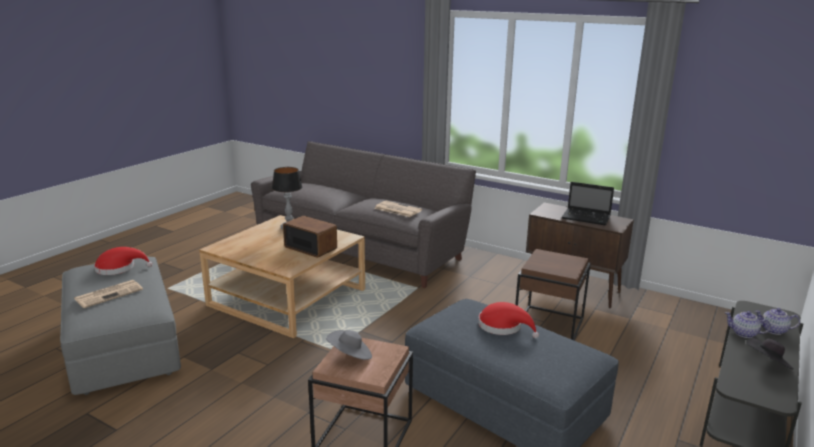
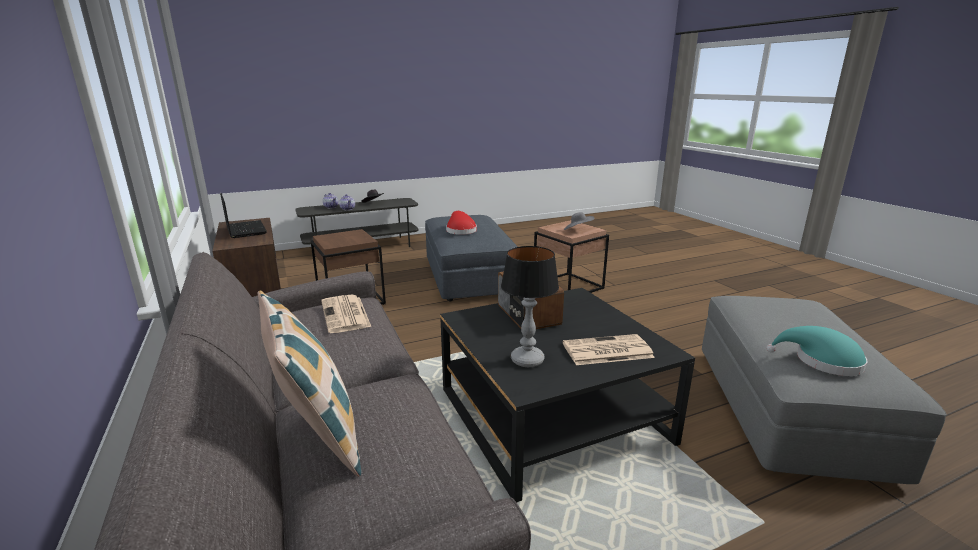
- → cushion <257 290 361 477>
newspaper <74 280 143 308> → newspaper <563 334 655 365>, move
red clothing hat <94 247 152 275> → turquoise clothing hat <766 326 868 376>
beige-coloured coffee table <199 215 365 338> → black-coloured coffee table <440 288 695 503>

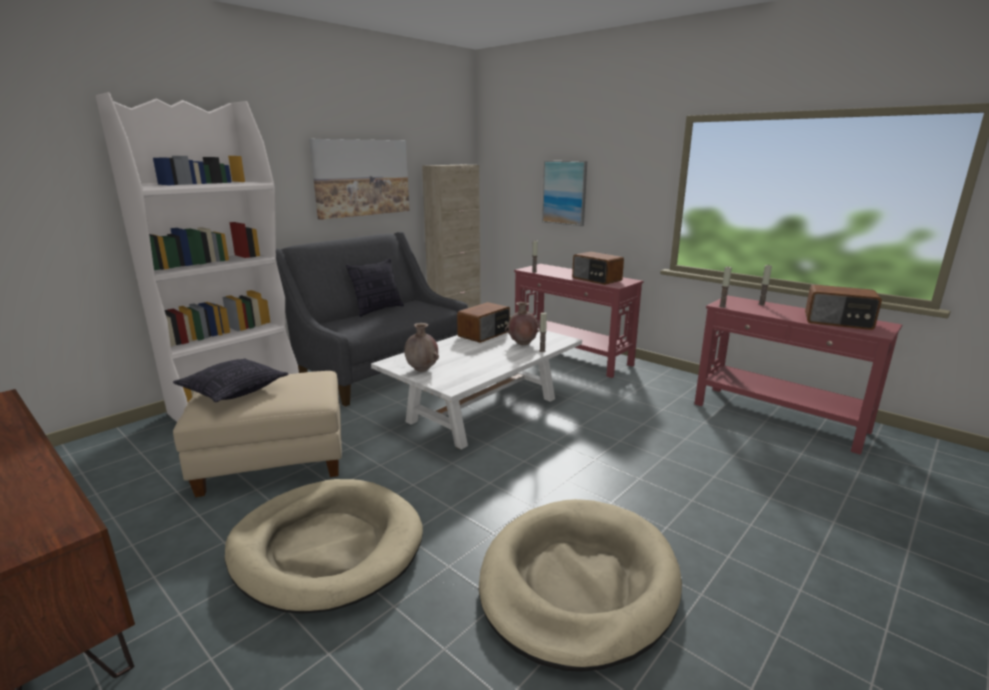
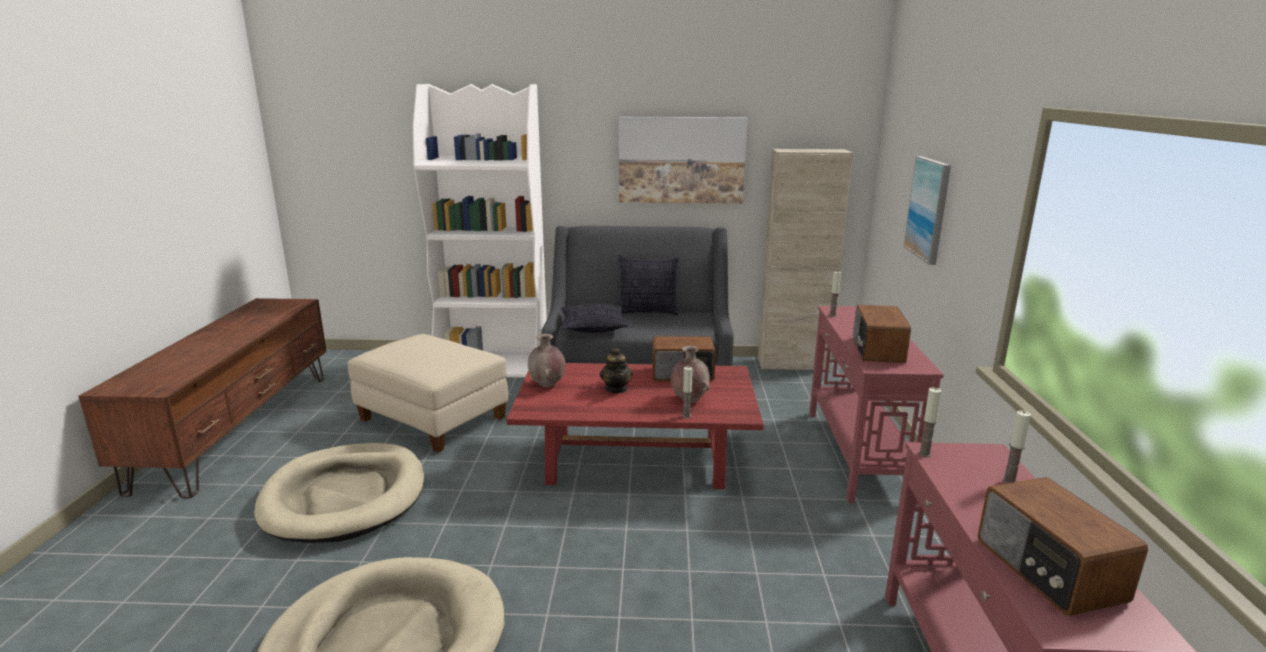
- → pot for tea <600 348 633 393>
cushion <173 358 288 402> → cushion <561 303 629 333>, move
whitish coffee table <371 328 582 450> → red coffee table <506 363 764 489>

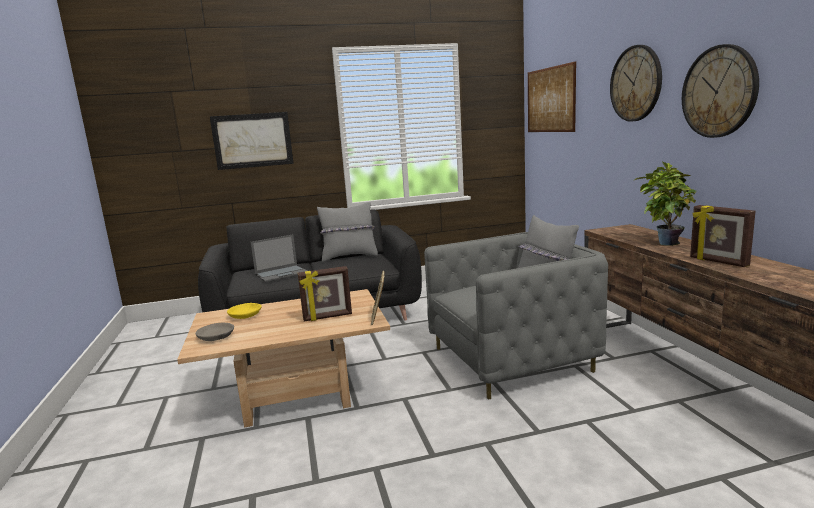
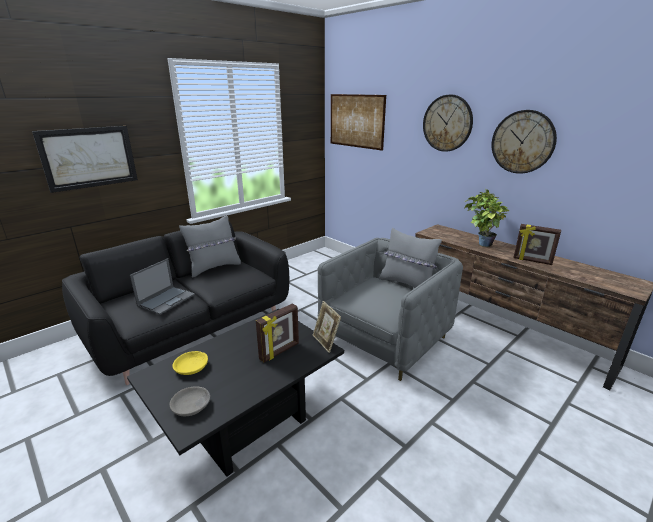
beige-coloured coffee table <177 289 390 428> → black-coloured coffee table <127 309 344 477>

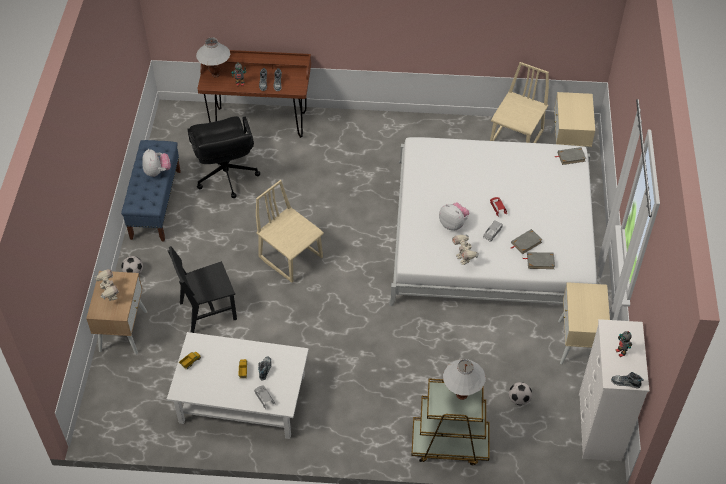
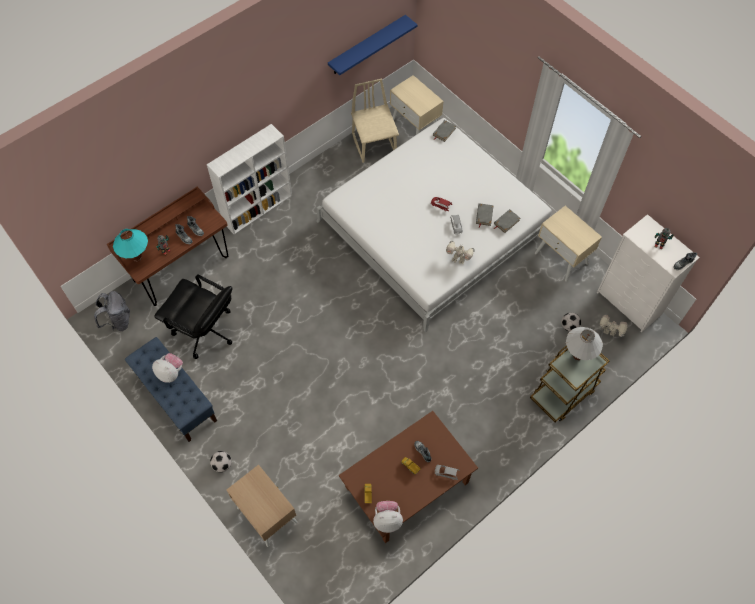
black-coloured plain chair <167 246 237 333> → -
beige-coloured plain chair <256 180 324 283> → -
- → grey rucksack <94 291 130 331>
- → whitish bookcase <207 124 292 234>
- → blue bracket shelf <328 15 418 75>
model robot <94 269 119 301> → model robot <599 315 628 337>, move
soft toy <439 202 469 230> → soft toy <373 501 403 533>, move
whitish coffee table <167 332 309 439> → brown coffee table <339 411 478 543>
whitish table lamp <196 37 230 77> → turquoise table lamp <113 229 148 262>

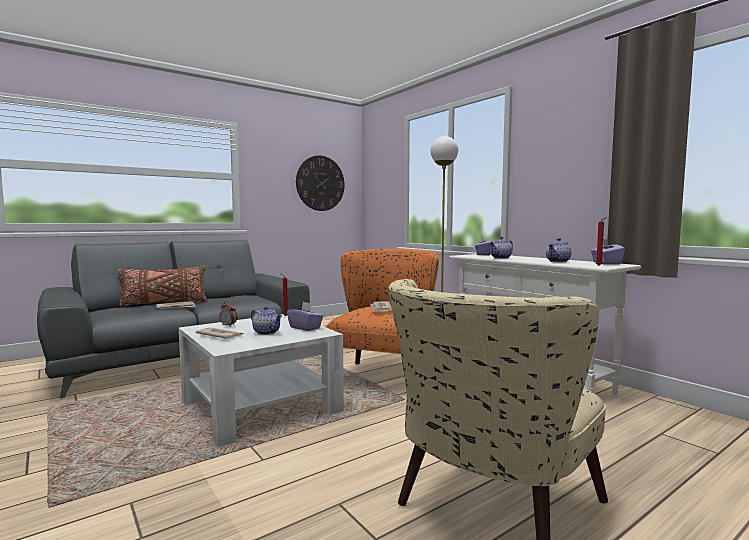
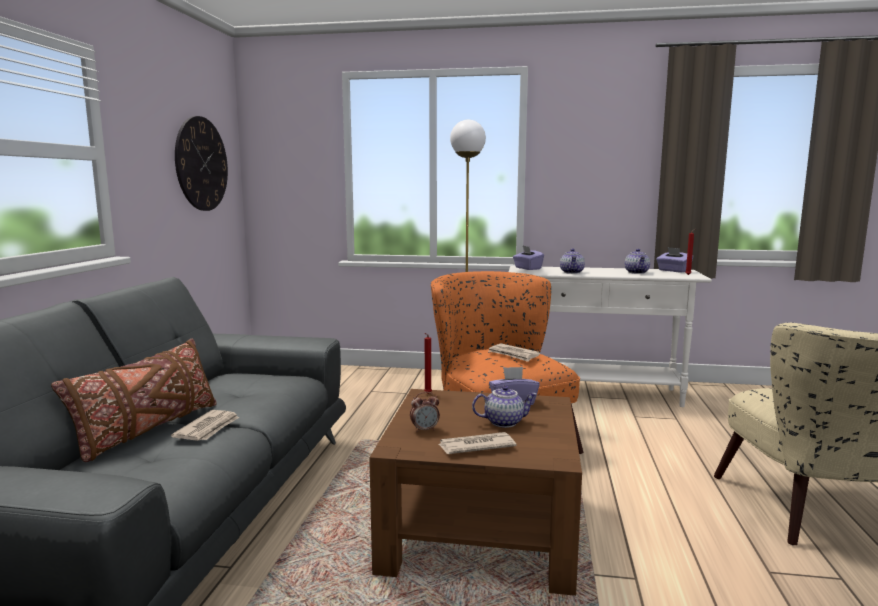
whitish coffee table <179 314 344 447> → brown coffee table <369 389 582 596>

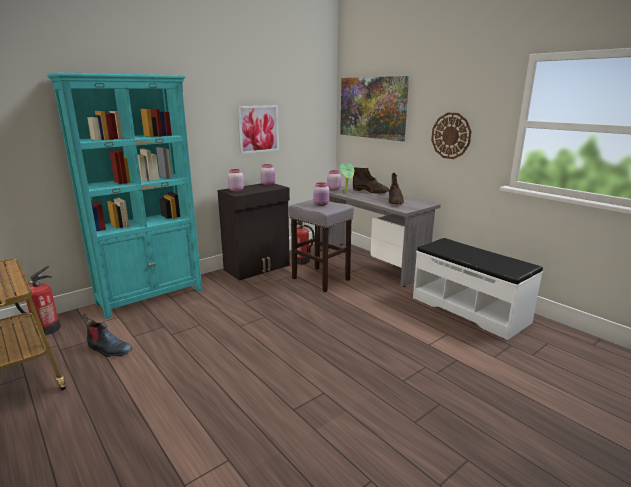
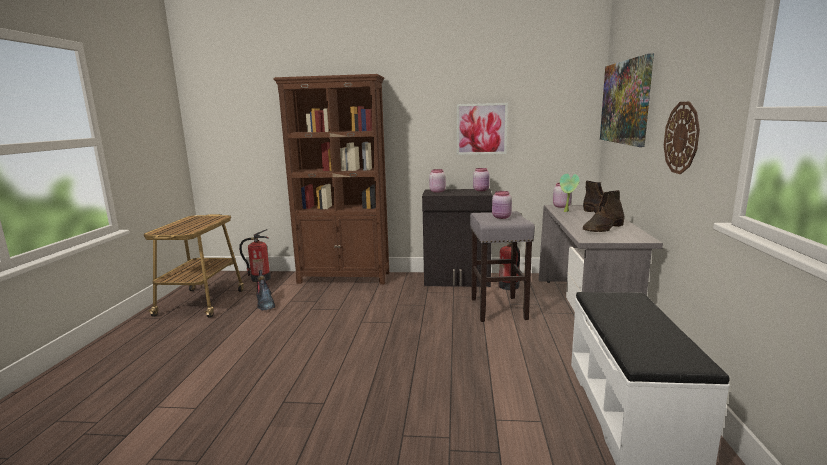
turquoise bookcase <47 72 203 319> → brown bookcase <273 74 389 285>

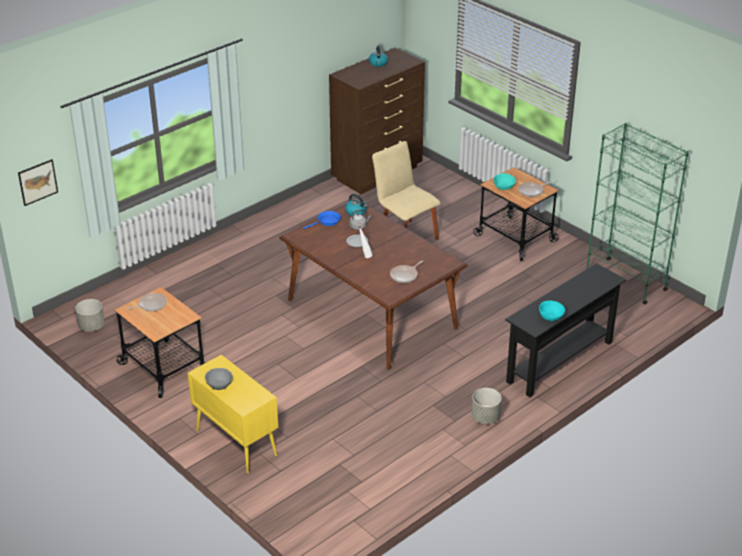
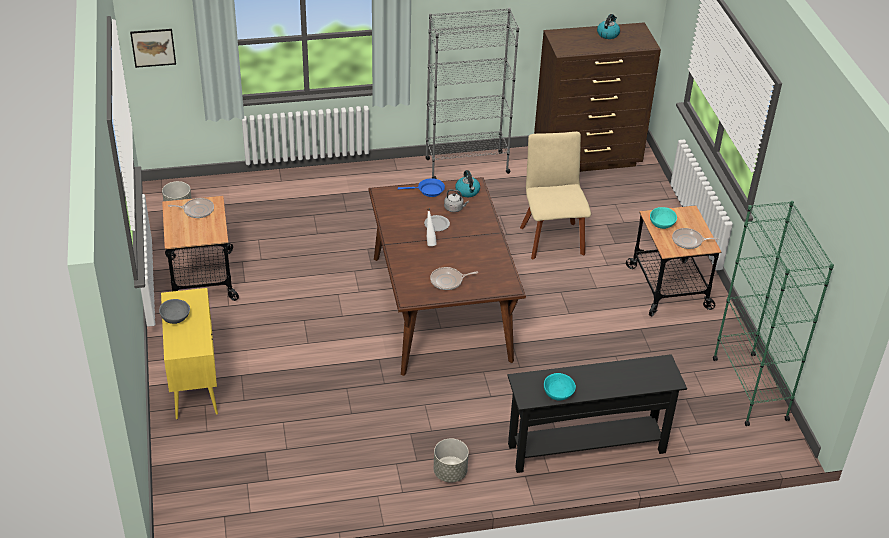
- → grey bookcase <425 8 519 179>

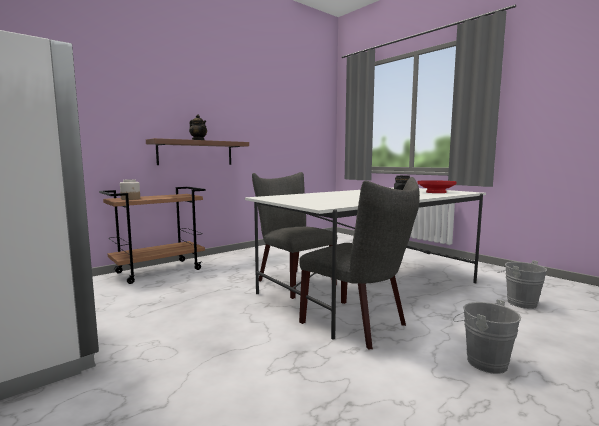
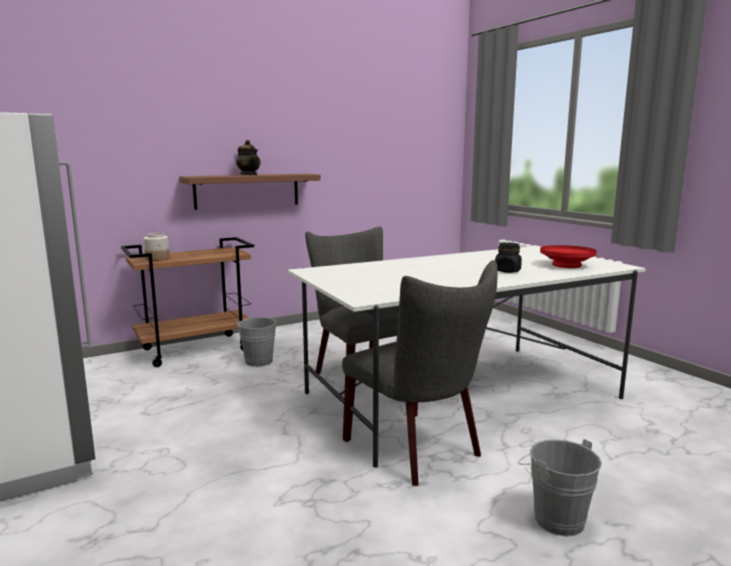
grey water bucket <497 260 547 309> → grey water bucket <236 317 278 367>, move

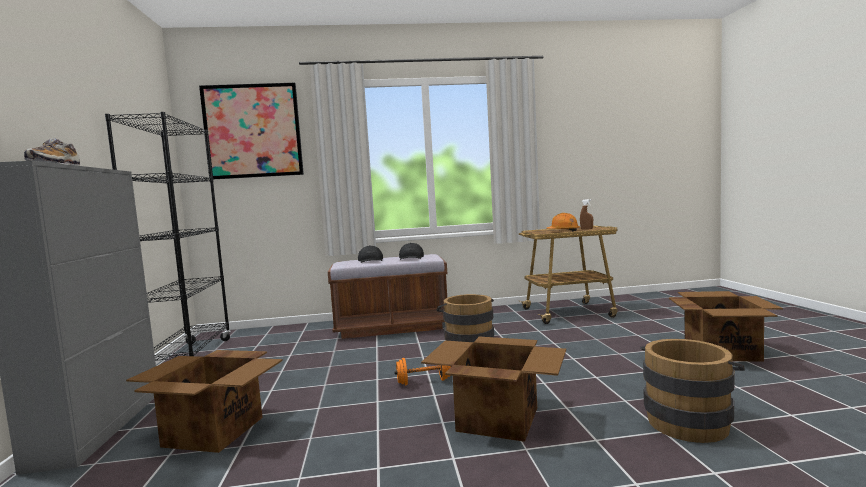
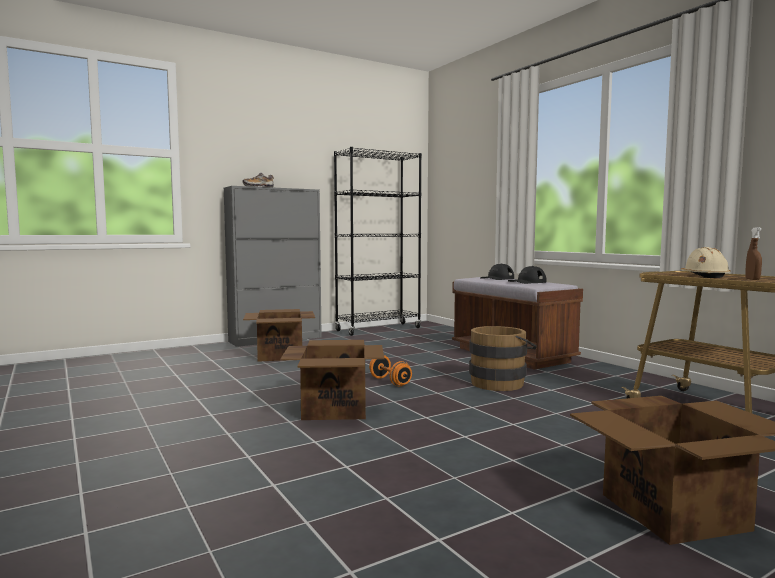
wall art <199 83 304 179> → -
brown water bucket <640 339 745 443> → -
orange hard hat <546 213 580 232> → beige-coloured hard hat <680 247 731 278>

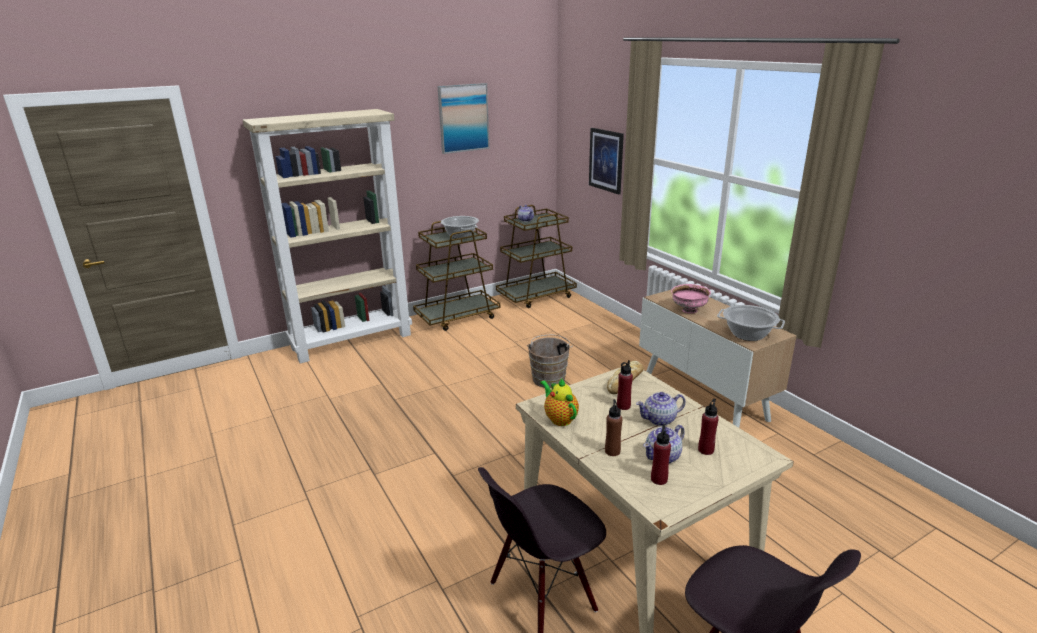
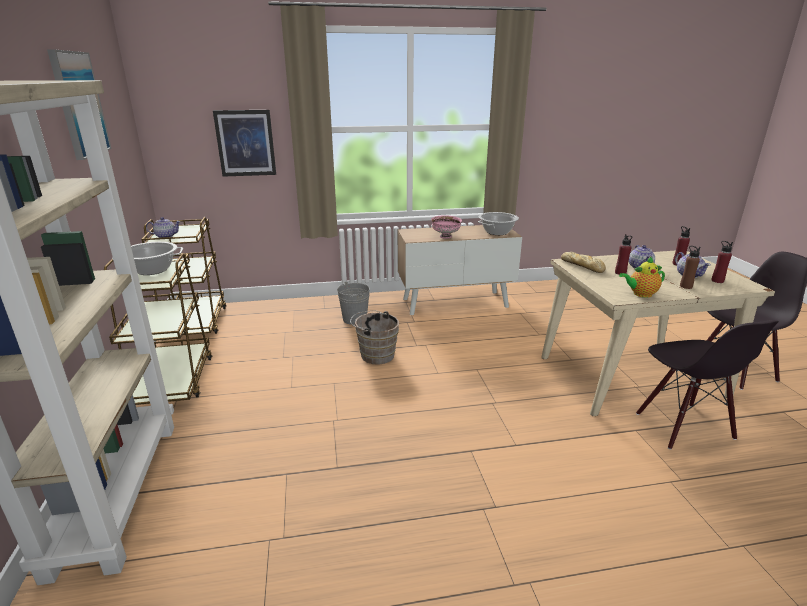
- → grey water bucket <337 281 370 325>

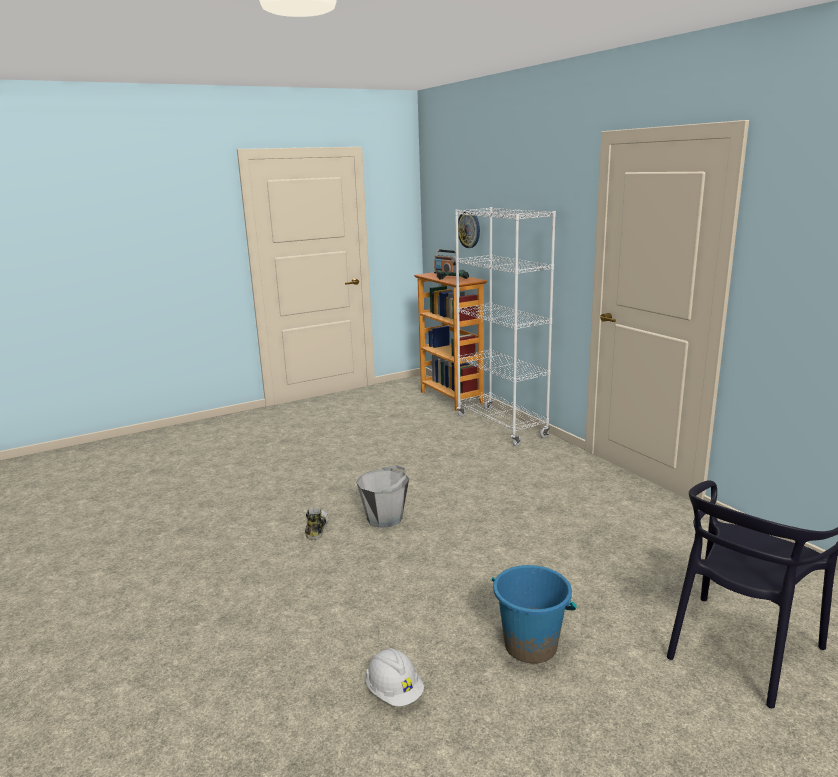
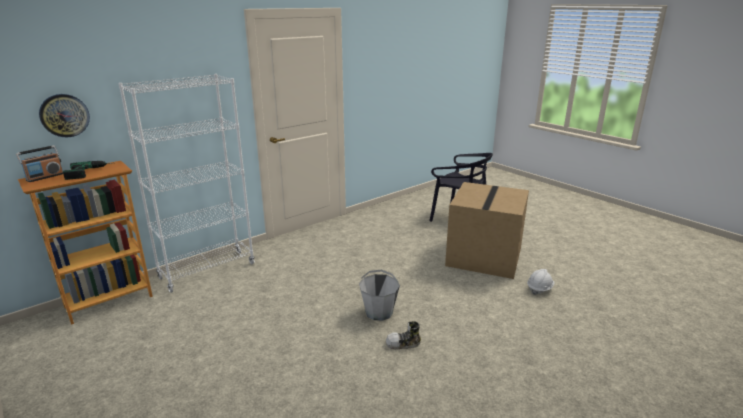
blue water bucket <491 565 577 664> → carton <445 182 529 279>

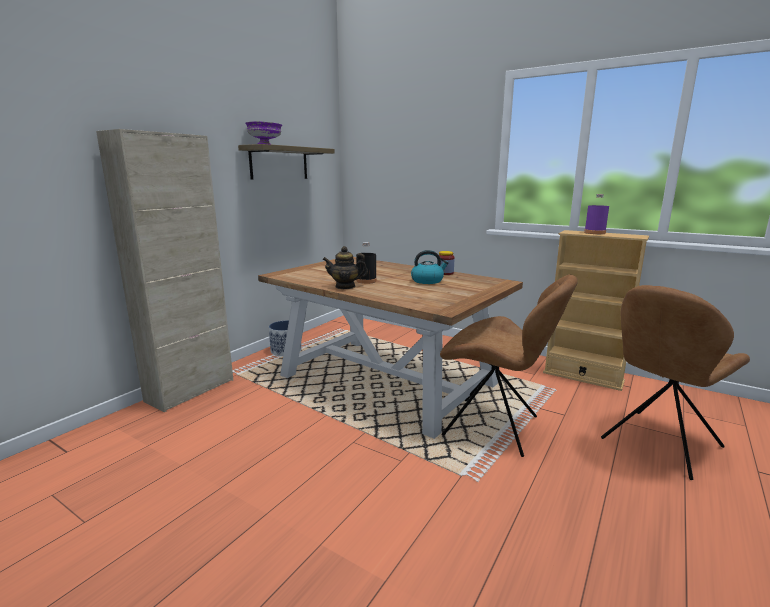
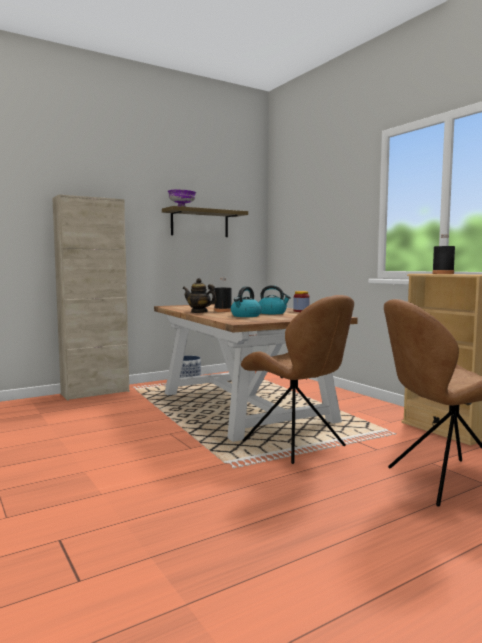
- → tea kettle <231 287 262 317>
purple bottle <584 194 609 234> → black-coloured bottle <432 234 455 274>

